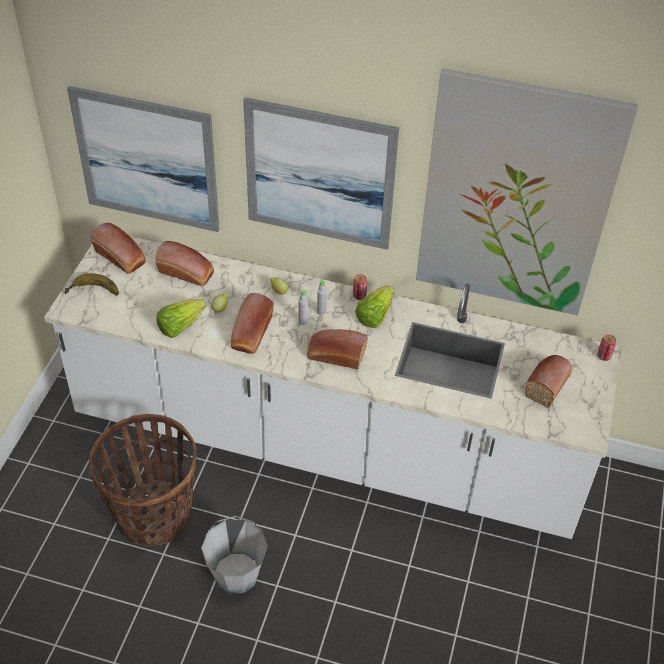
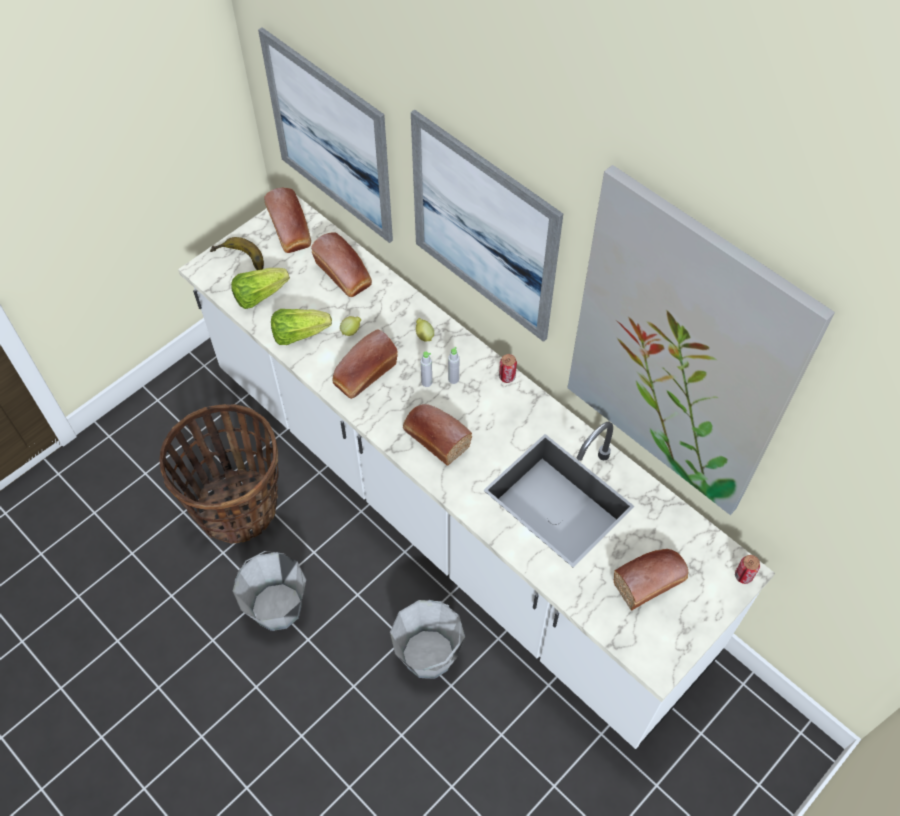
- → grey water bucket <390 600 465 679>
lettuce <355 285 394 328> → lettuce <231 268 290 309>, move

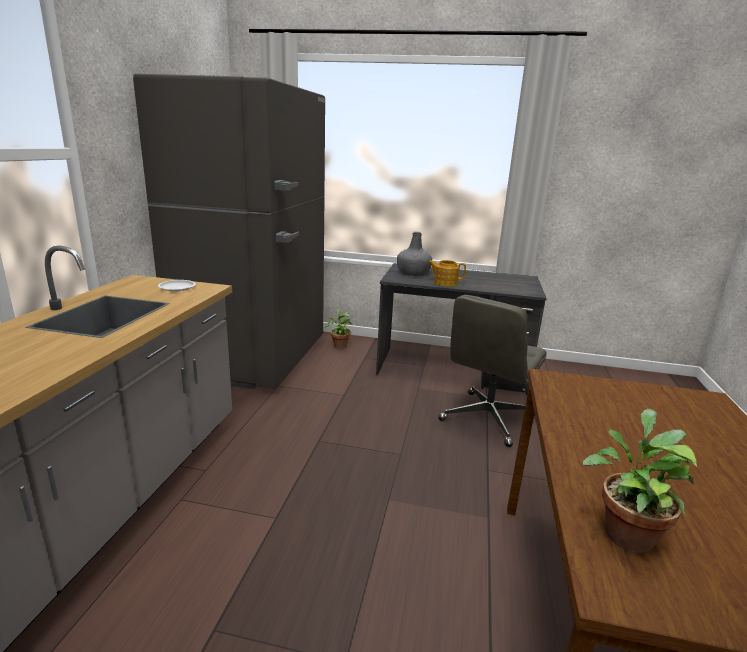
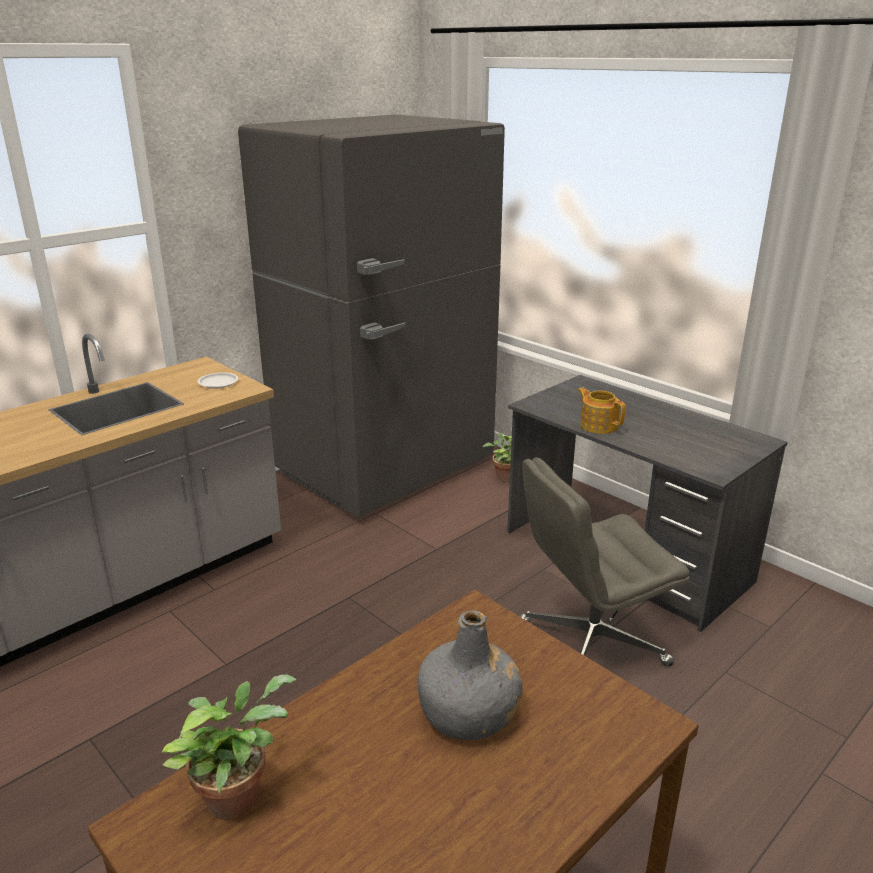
grey bottle <397 232 432 276> → grey bottle <417 610 523 740>, move

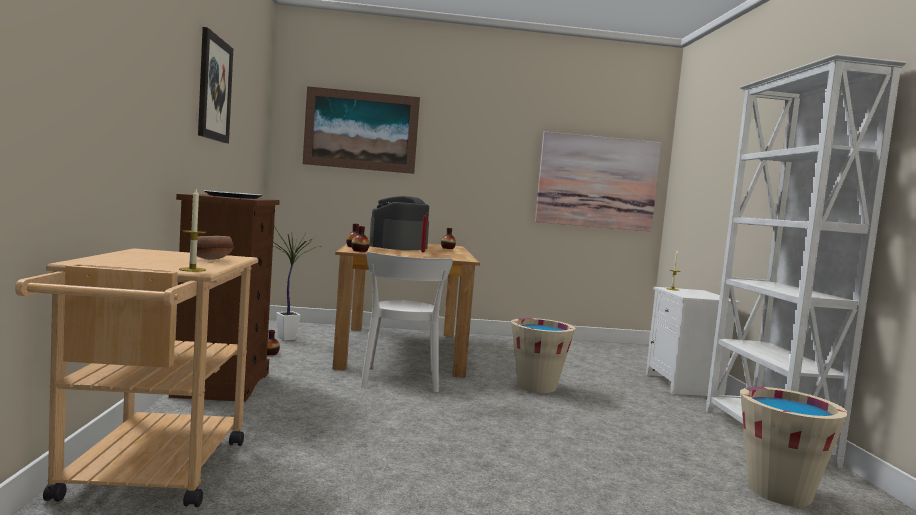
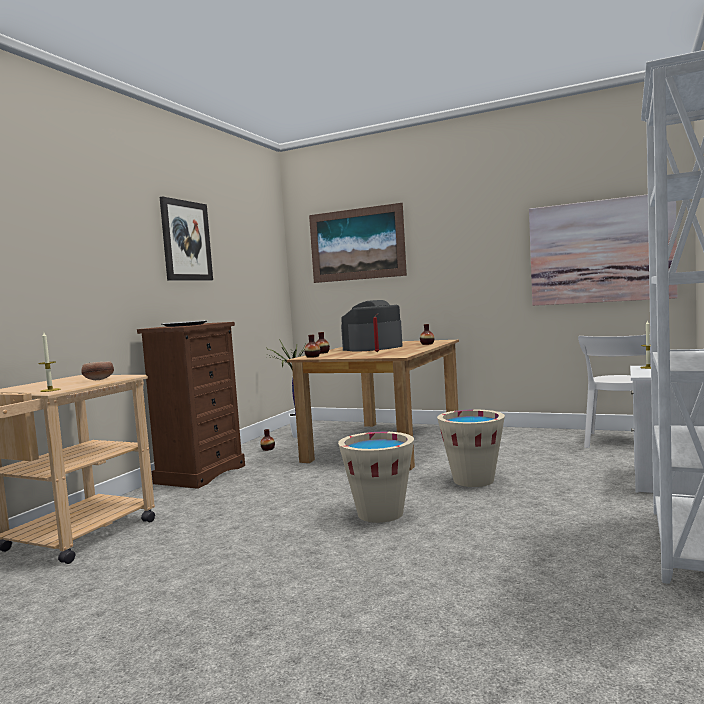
whitish plain chair <360 252 453 392> → whitish plain chair <578 334 651 448>, move
beige-coloured water bucket <740 387 848 507> → beige-coloured water bucket <338 432 414 523>, move

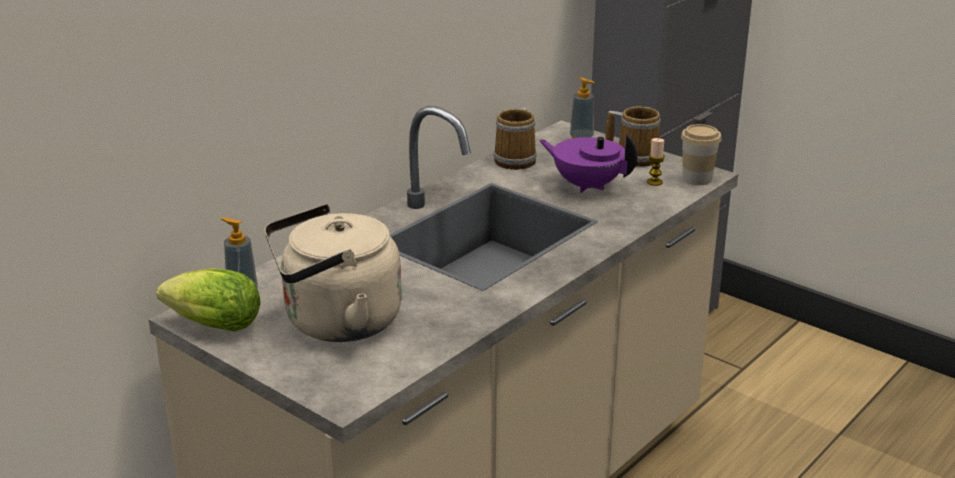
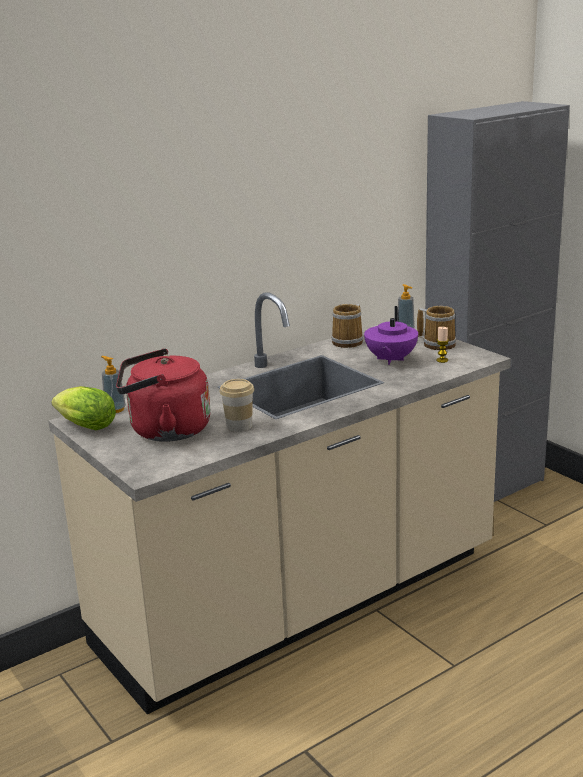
small cup <681 124 722 185> → small cup <220 379 254 432>, move
beige-coloured tea kettle <264 204 402 342> → red tea kettle <116 349 211 442>
purple pot for tea <539 134 638 193> → purple pot for tea <364 306 418 365>, 120 degrees counterclockwise

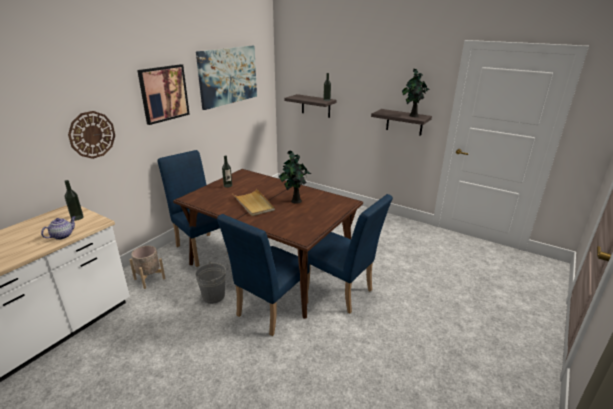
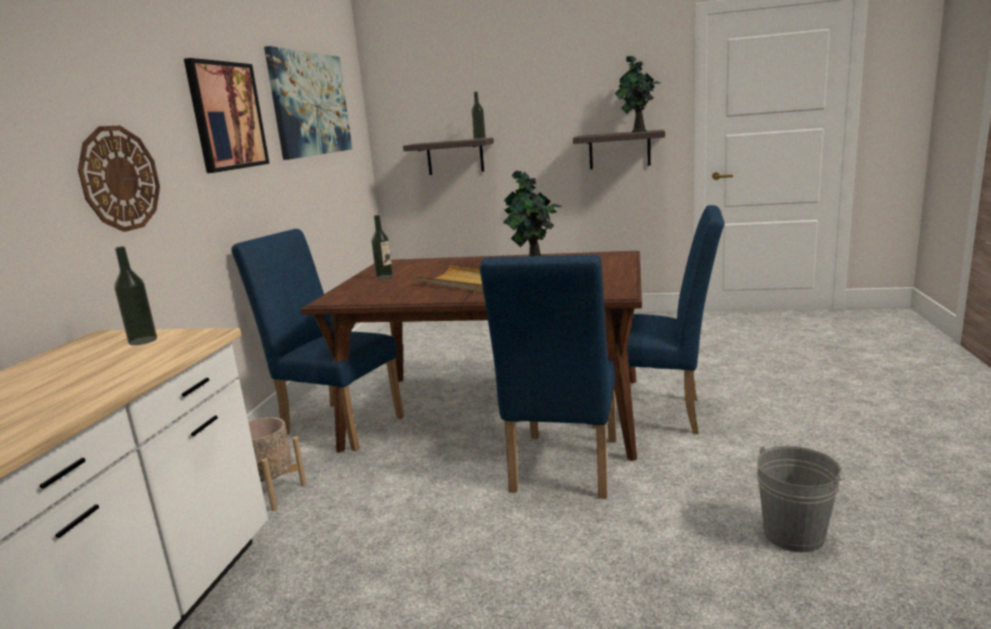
pot for tea <41 216 76 240> → -
grey water bucket <195 261 226 304> → grey water bucket <757 446 845 552>, move

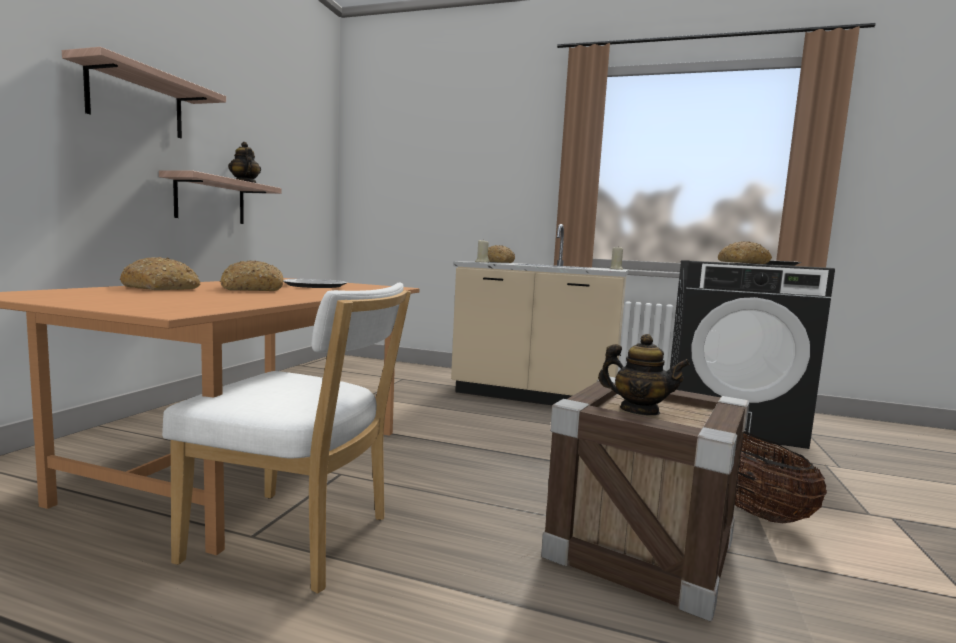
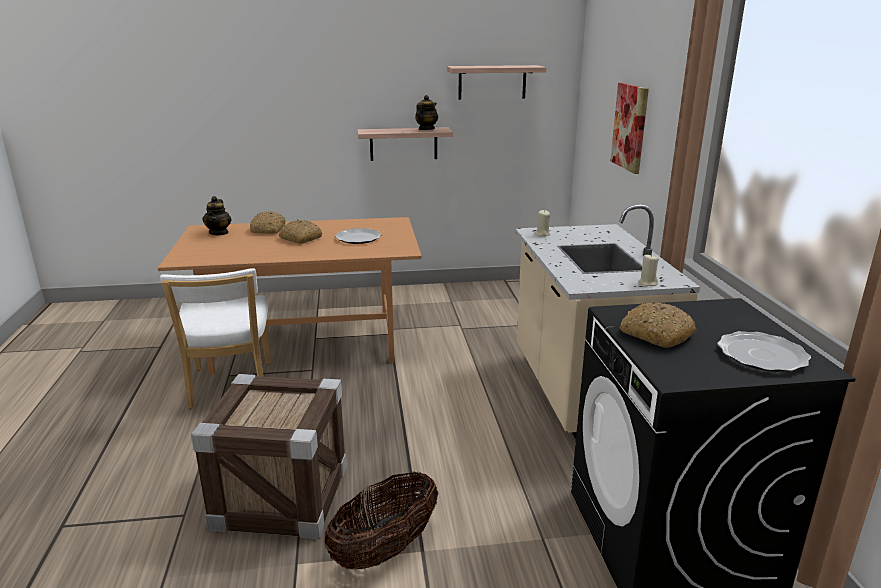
baked bread <488 245 515 263> → -
- → wall art <610 83 649 174>
bracket shelf <62 47 226 138> → bracket shelf <447 65 546 100>, move
pot for tea <598 334 691 415> → pot for tea <202 196 232 235>, move

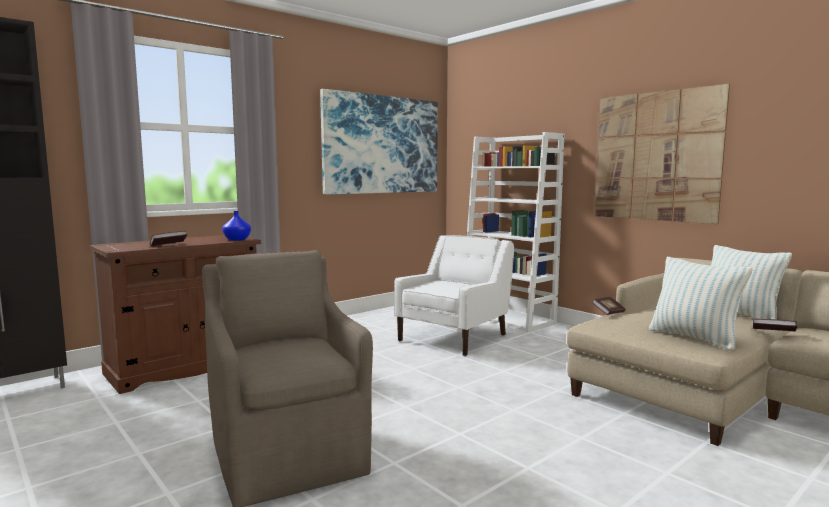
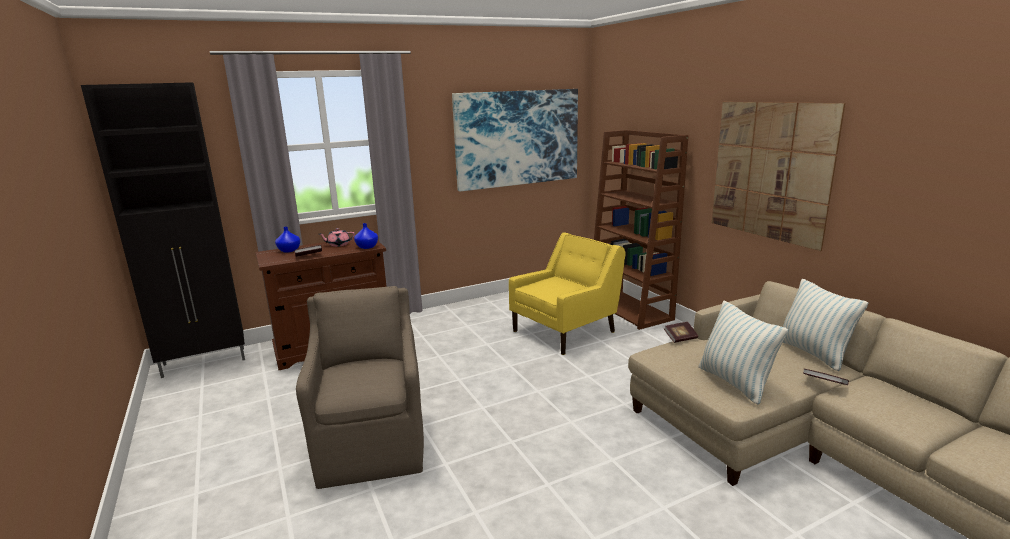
- → blue vase <275 227 300 253>
- → pinkish pot for tea <320 228 355 247>
whitish armchair <394 235 514 356> → yellowish armchair <509 232 626 355>
whitish bookcase <467 132 564 332> → brown bookcase <594 130 689 330>

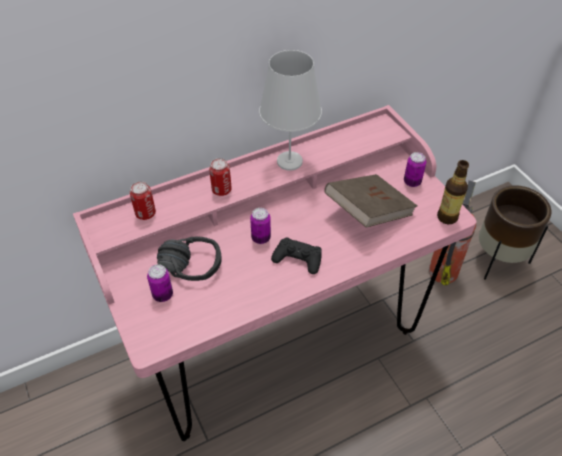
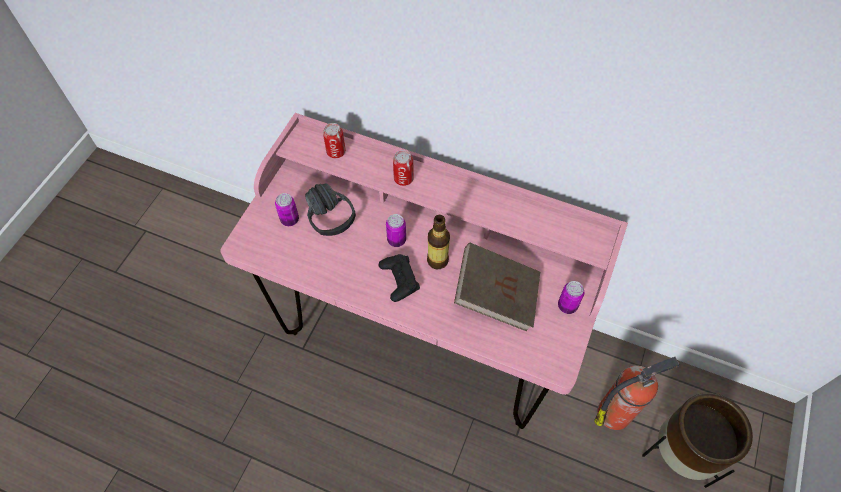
whitish table lamp <259 50 322 171> → -
bottle <437 160 469 224> → bottle <427 215 450 269>, move

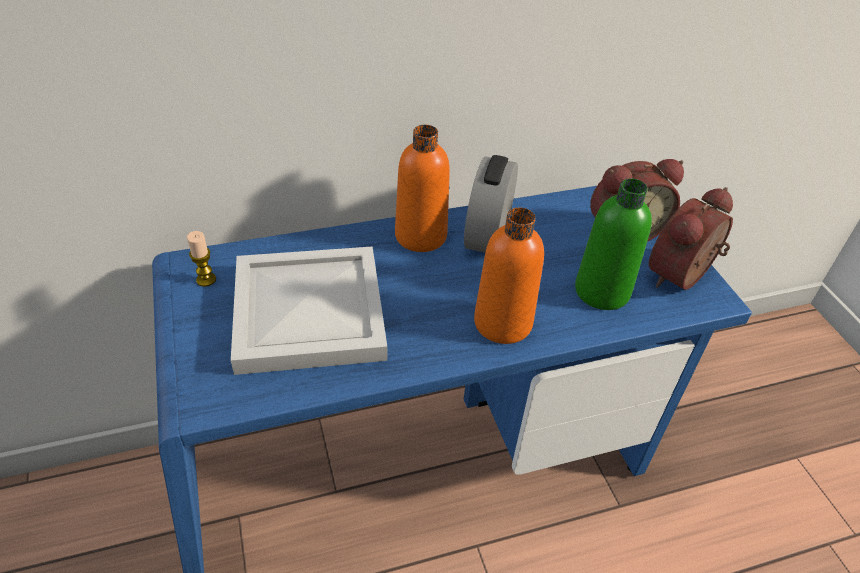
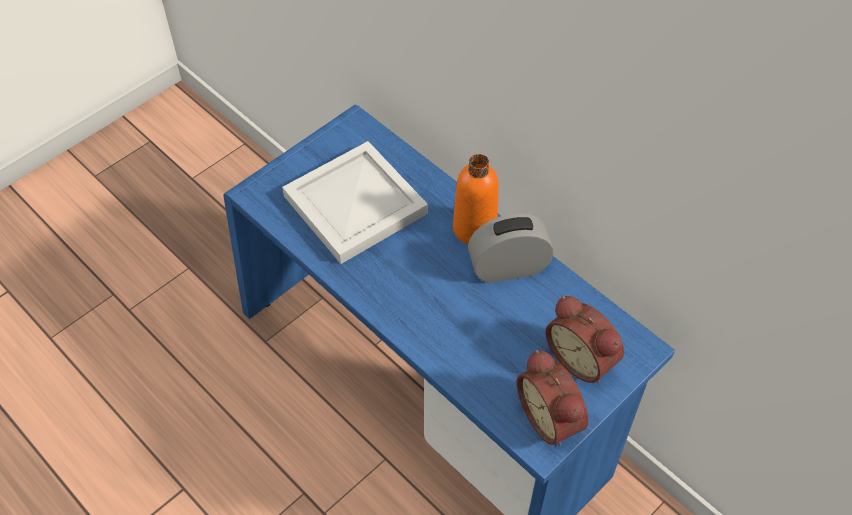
wax light <187 231 216 287> → -
orange bottle <474 207 544 344> → -
greenish bottle <575 178 652 310> → -
table clock <649 187 733 290> → table clock <517 350 588 446>, 135 degrees counterclockwise

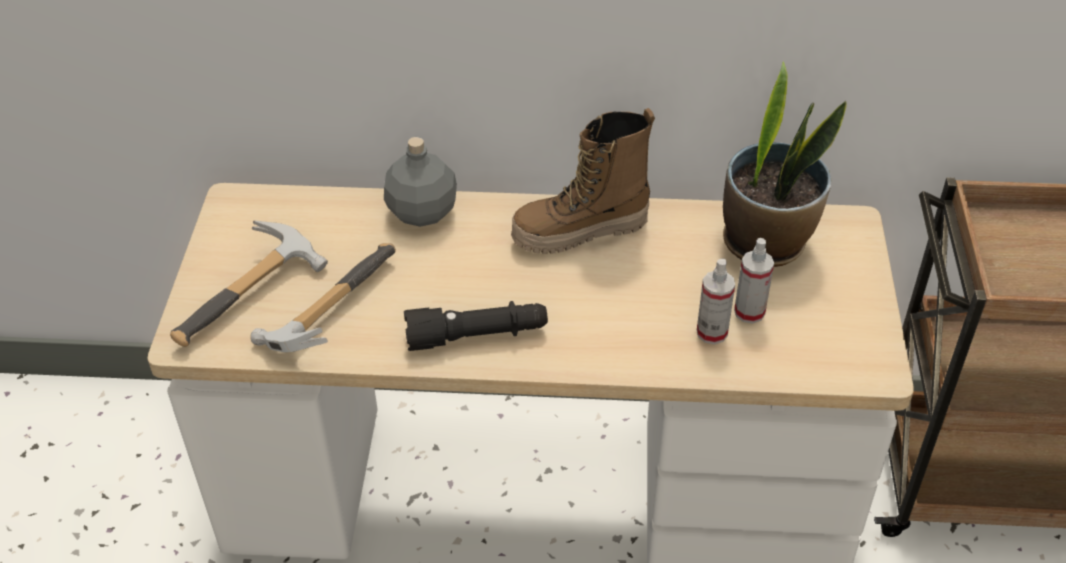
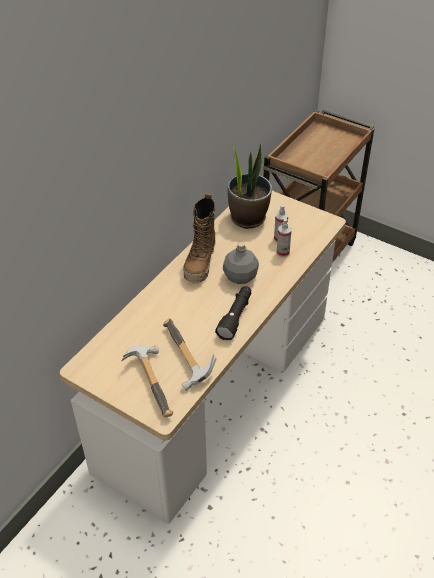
grey bottle <384 137 457 227> → grey bottle <223 242 259 284>, move

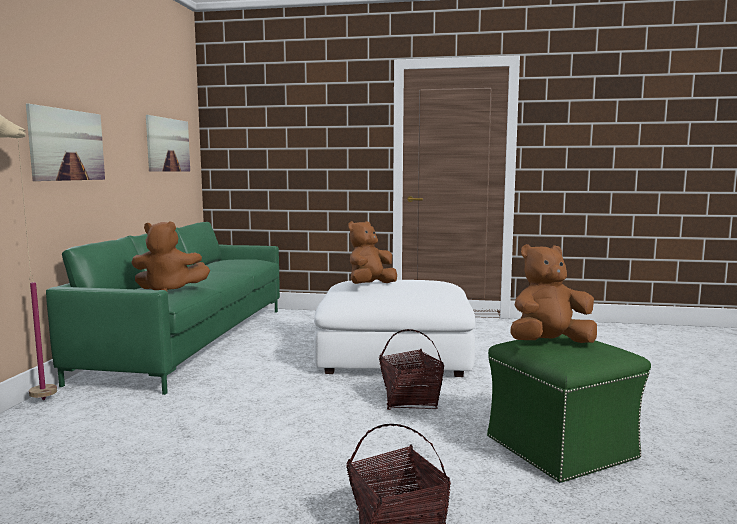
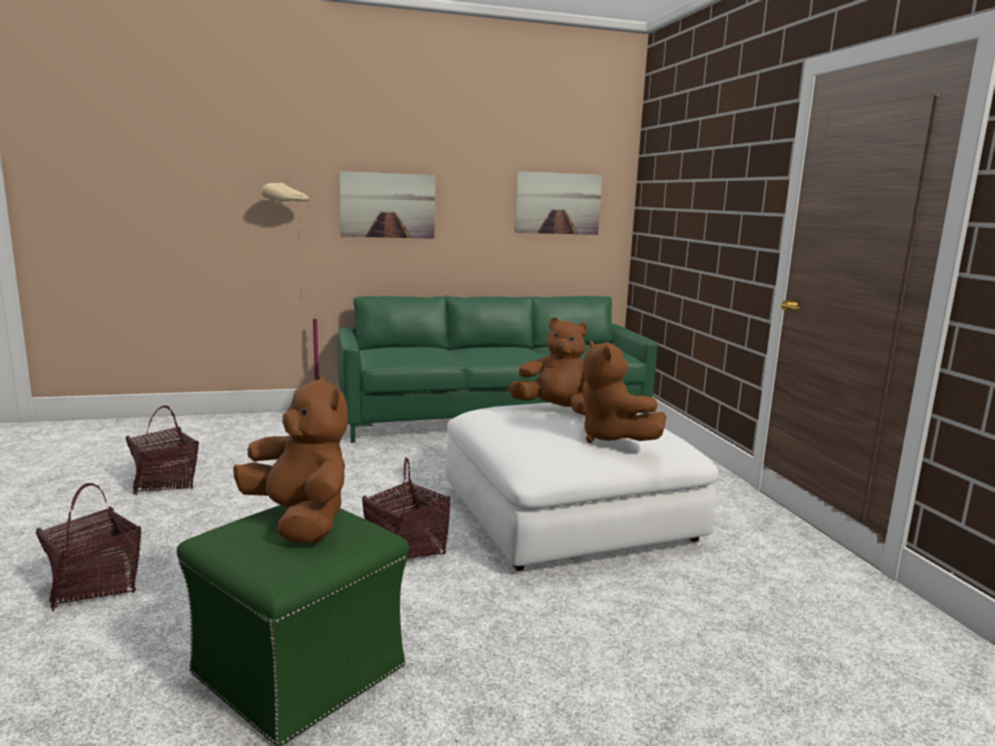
- → storage basket <126 406 199 494>
brown soft toy <131 221 210 291> → brown soft toy <582 340 666 443>, move

